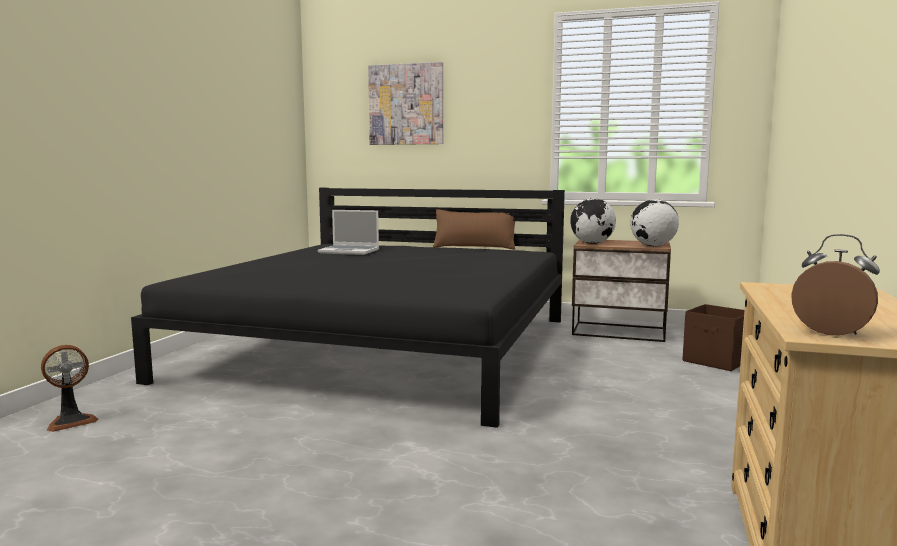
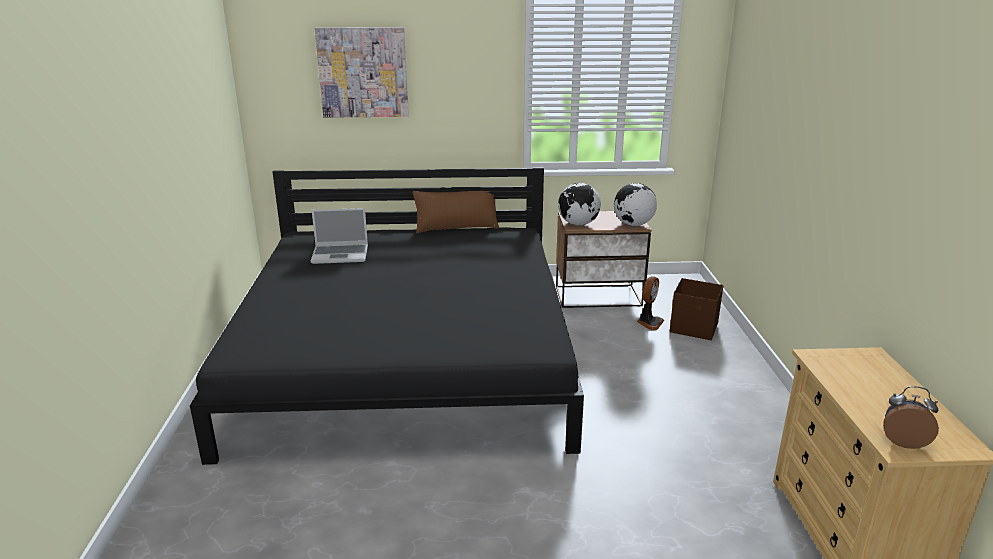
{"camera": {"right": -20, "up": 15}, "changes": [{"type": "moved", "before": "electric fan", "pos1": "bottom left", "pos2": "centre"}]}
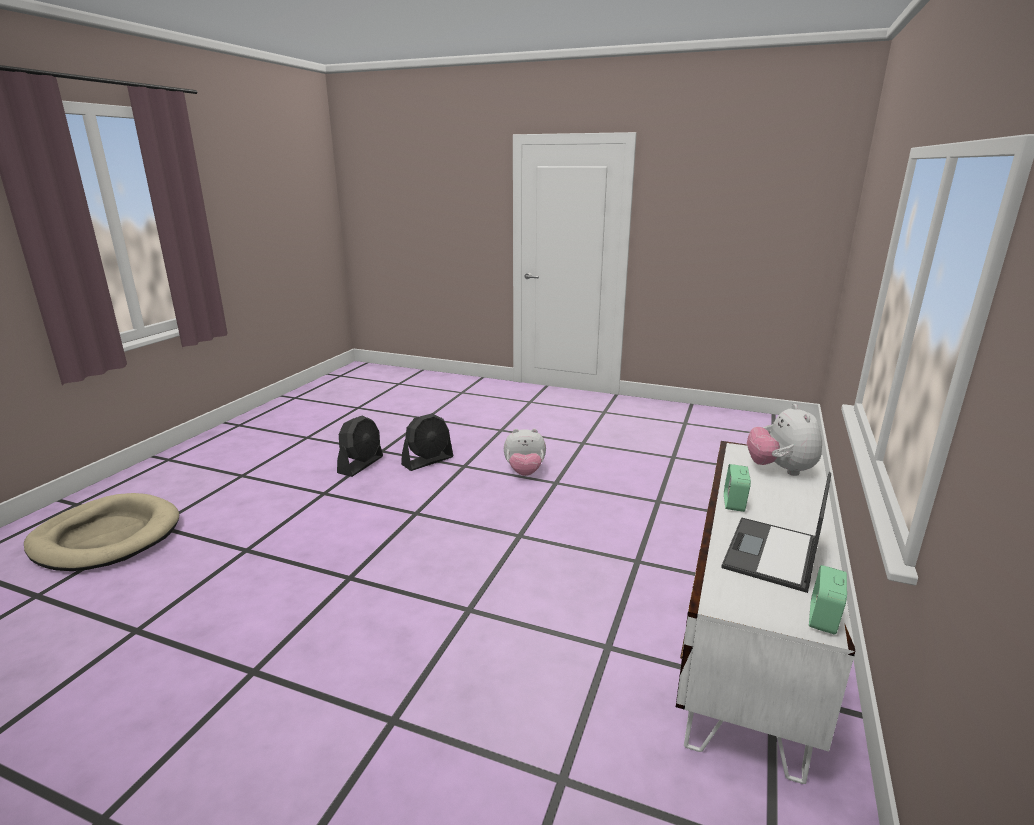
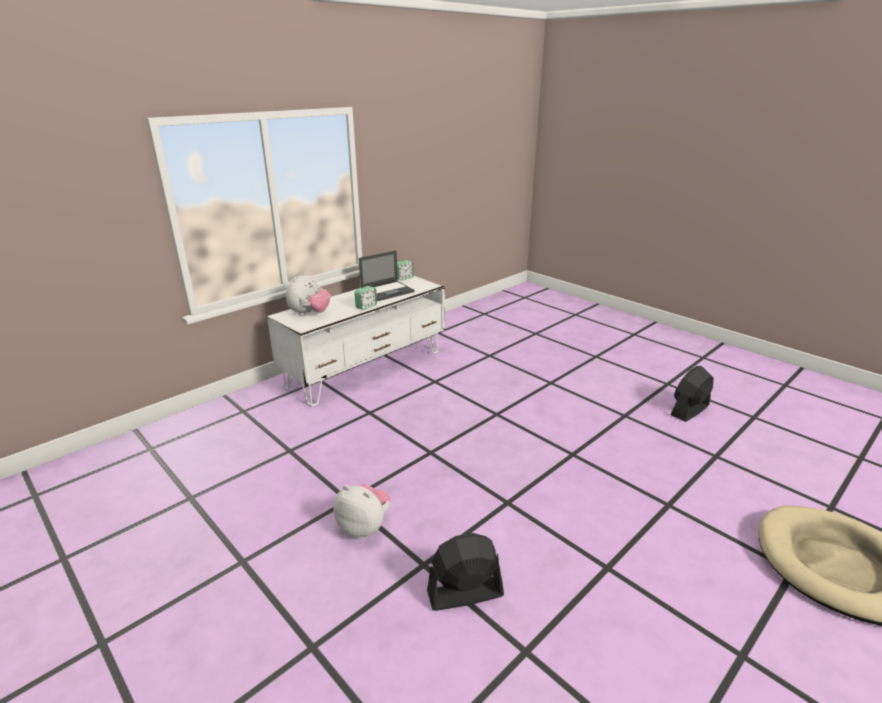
{"camera": {"right": -155, "up": 5}, "changes": [{"type": "moved", "before": "blackish electric fan (1st from left in the first image)", "after": "blackish electric fan (2nd from left)", "pos1": "centre", "pos2": "middle right"}]}
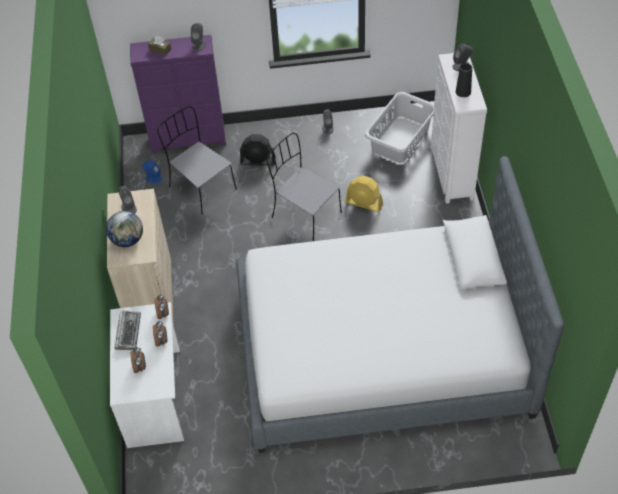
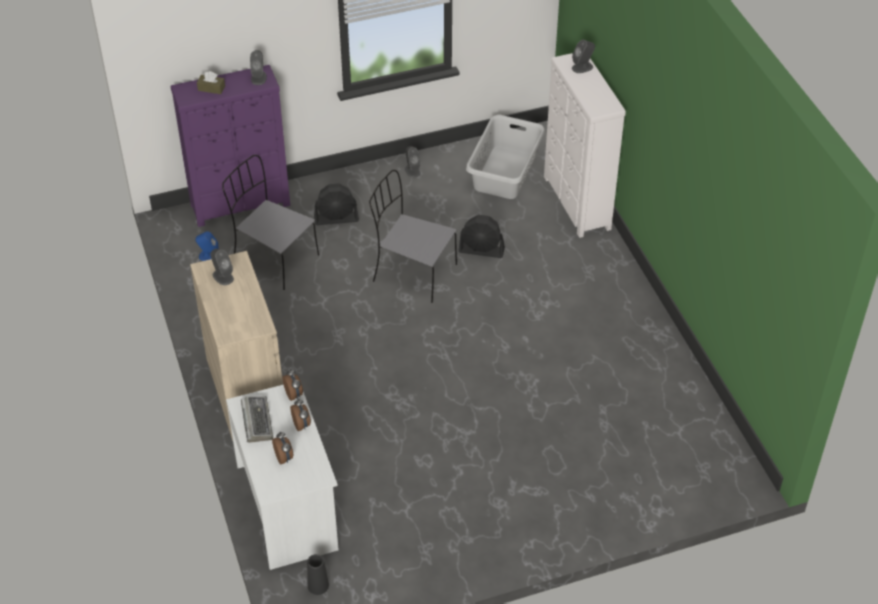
{"camera": {"right": -15, "up": -5}, "changes": [{"type": "moved", "before": "blackish flower vase", "pos1": "top right", "pos2": "bottom centre"}, {"type": "recoloured", "before": "yellow-coloured electric fan", "after": "blackish electric fan (2nd from left)", "pos1": "centre", "pos2": "centre"}, {"type": "removed", "before": "globe", "pos1": "middle left"}, {"type": "removed", "before": "sleeping bed", "pos1": "centre"}]}
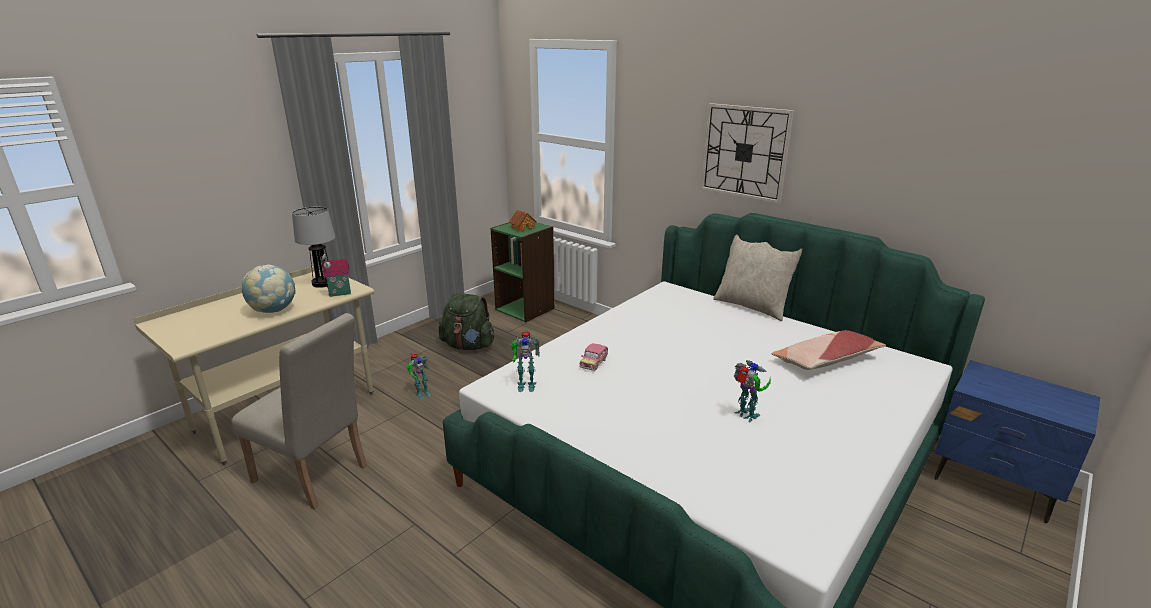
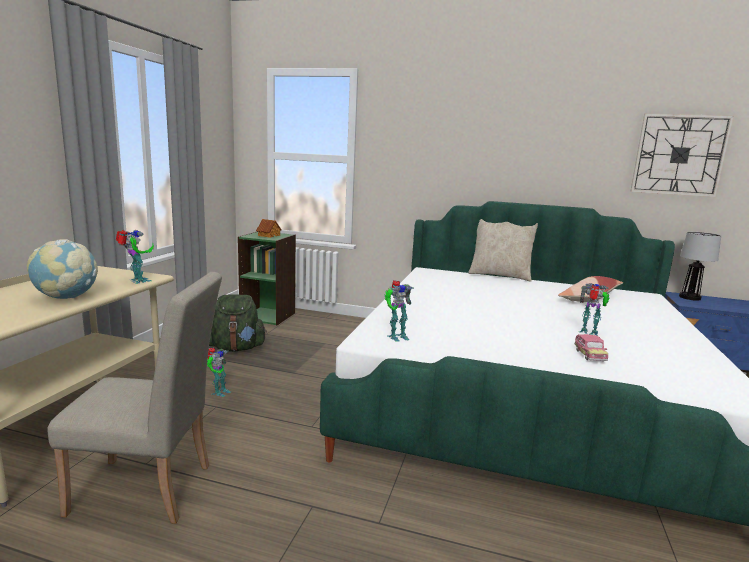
{"camera": {"right": -25, "up": -10}, "changes": [{"type": "replaced", "before": "miniature house (1st from left)", "after": "robot figure (1st from left)", "pos1": "middle left", "pos2": "middle left"}, {"type": "moved", "before": "model car", "pos1": "centre", "pos2": "middle right"}, {"type": "moved", "before": "clock on the wall", "pos1": "top centre", "pos2": "top right"}, {"type": "moved", "before": "lamp for a table", "pos1": "middle left", "pos2": "middle right"}]}
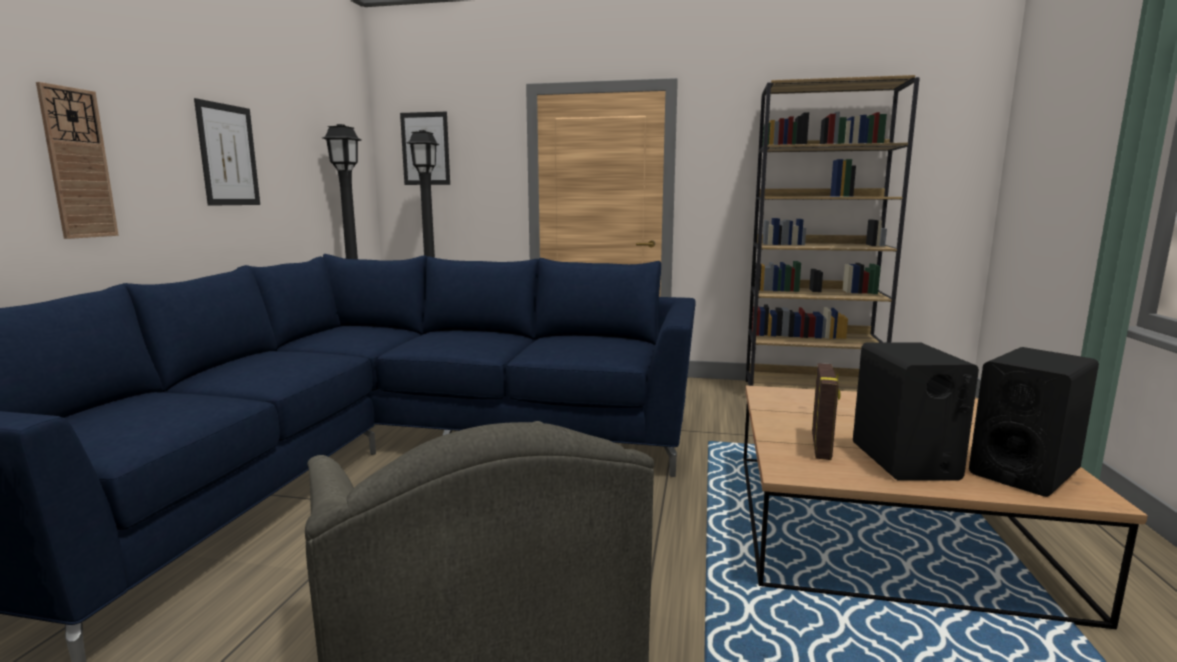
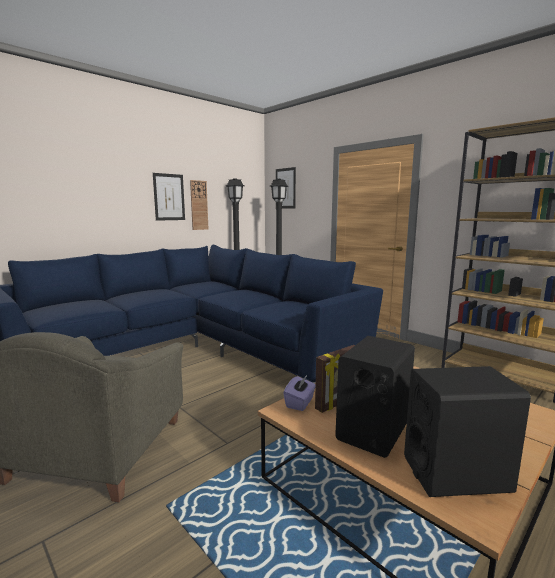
{"camera": {"right": 35, "up": 0}, "changes": [{"type": "moved", "before": "clock on the wall", "pos1": "top left", "pos2": "centre"}, {"type": "added", "after": "purplish tissue holder", "pos2": "bottom centre"}]}
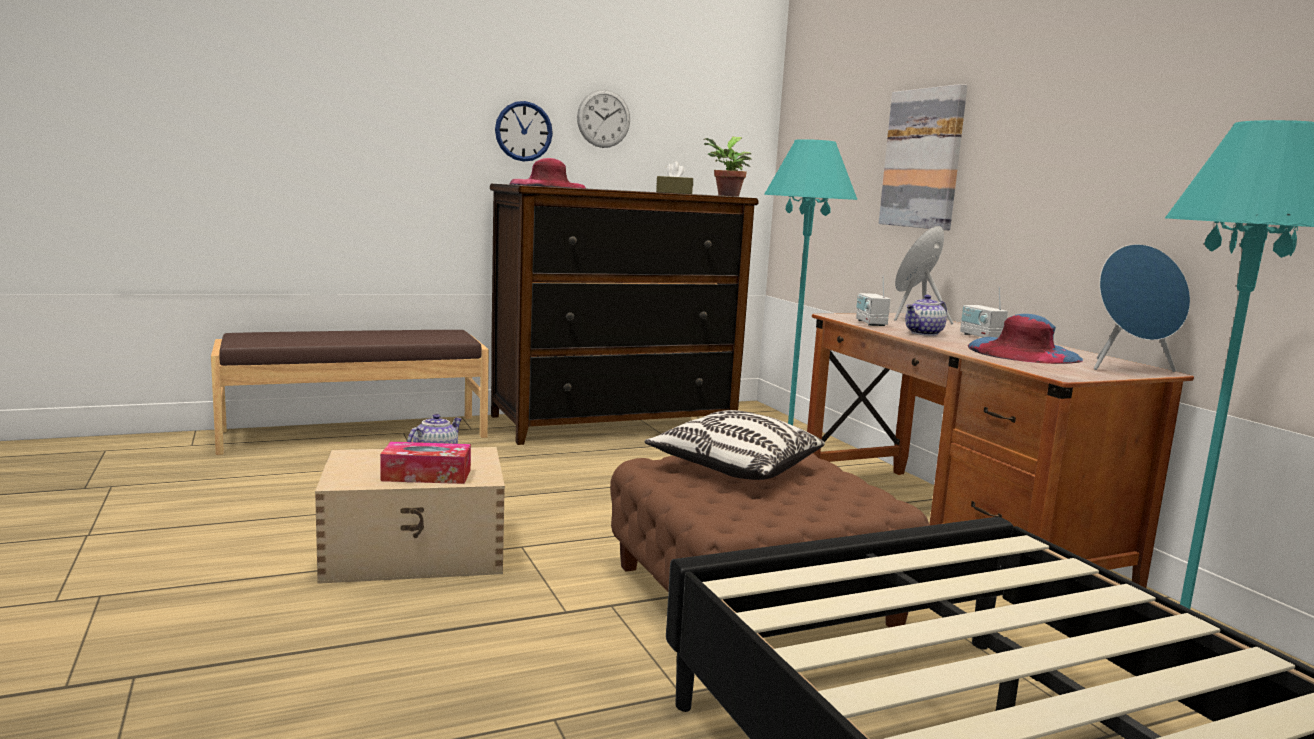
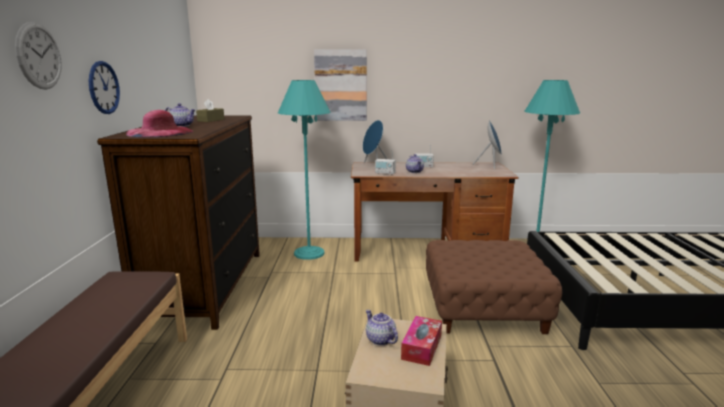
{"camera": {"right": -65, "up": 5}, "changes": [{"type": "moved", "before": "clock on the wall (2nd from left in the first image)", "after": "clock on the wall (1st from left)", "pos1": "top centre", "pos2": "top left"}, {"type": "added", "after": "teapot (1st from left)", "pos2": "top left"}, {"type": "removed", "before": "pillow", "pos1": "centre"}, {"type": "removed", "before": "potted plant", "pos1": "top centre"}, {"type": "removed", "before": "bluish clothing hat", "pos1": "middle right"}]}
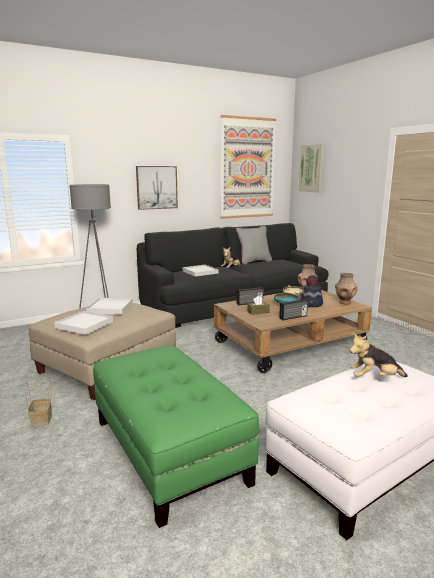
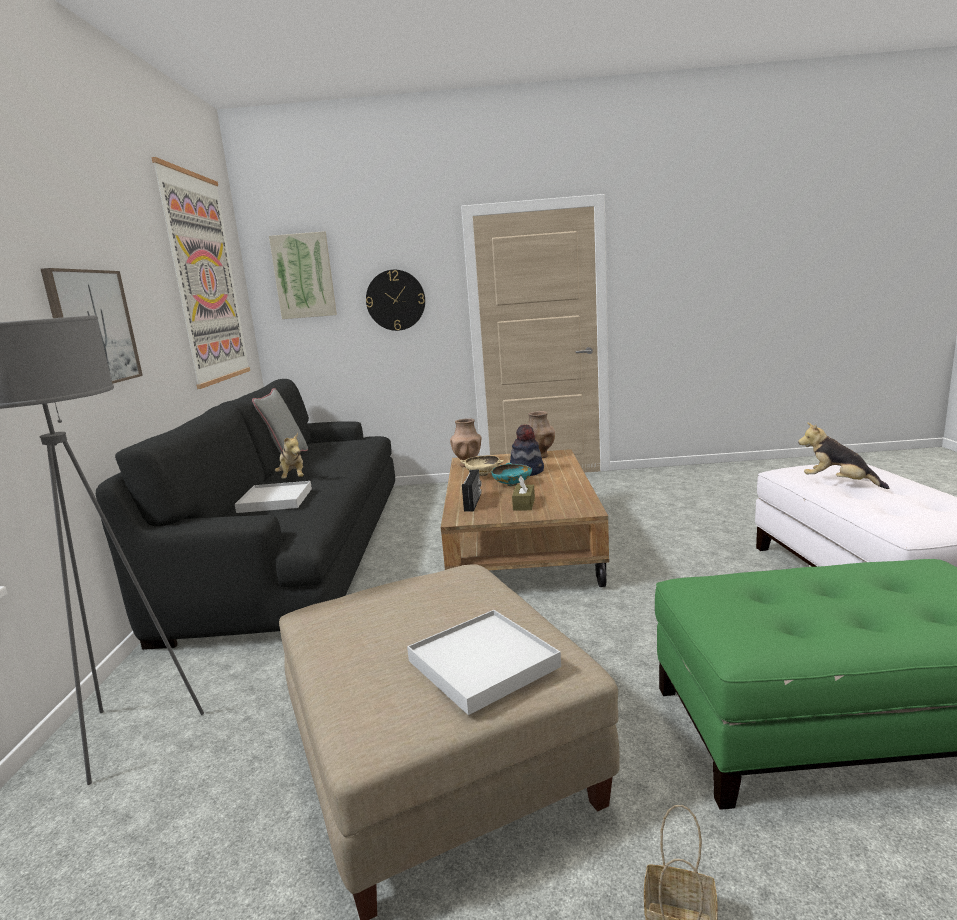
{"camera": {"right": -60, "up": 0}, "changes": [{"type": "added", "after": "clock on the wall", "pos2": "top centre"}, {"type": "turned", "before": "soft toy (2nd from left)", "pos1": "middle right", "pos2": "middle right", "turn": 105}, {"type": "removed", "before": "white-coloured serving tray (2nd from left)", "pos1": "middle left"}, {"type": "removed", "before": "radio (2nd from left)", "pos1": "middle right"}]}
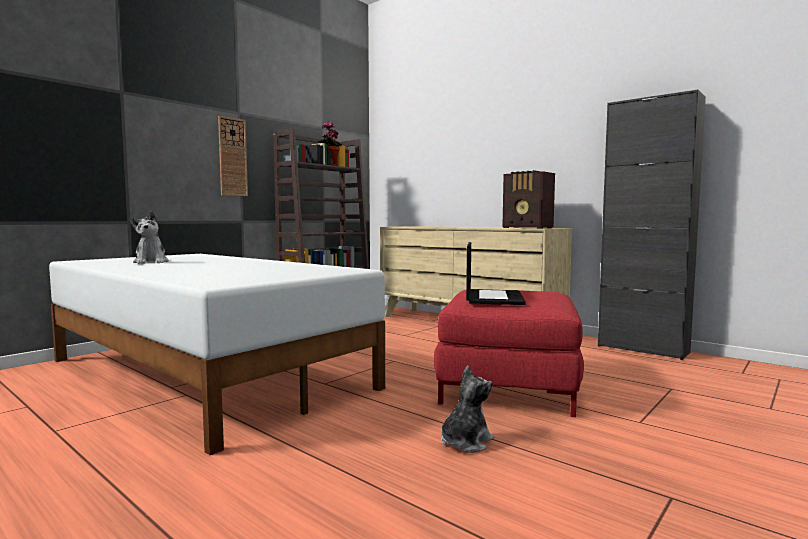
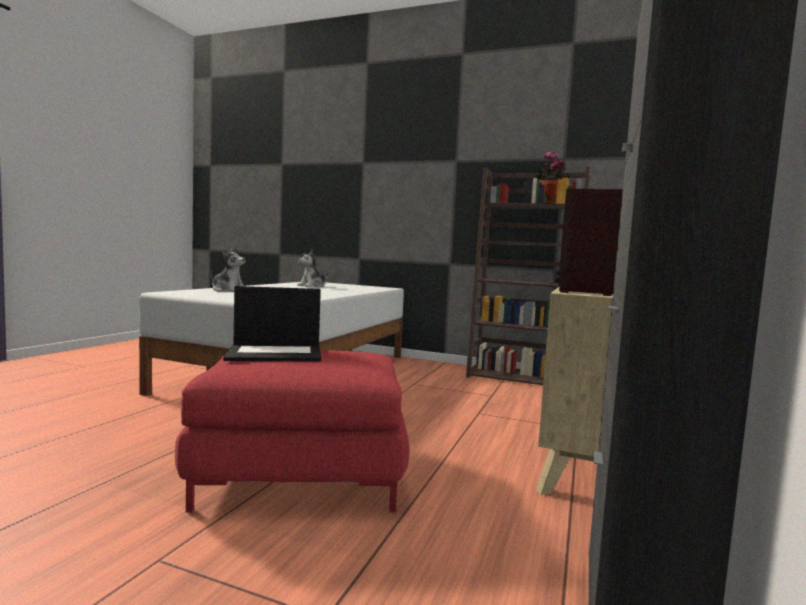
{"camera": {"right": 70, "up": 0}, "changes": [{"type": "moved", "before": "soft toy (2nd from left in the first image)", "after": "soft toy (1st from left)", "pos1": "bottom centre", "pos2": "middle left"}, {"type": "removed", "before": "clock on the wall", "pos1": "top left"}]}
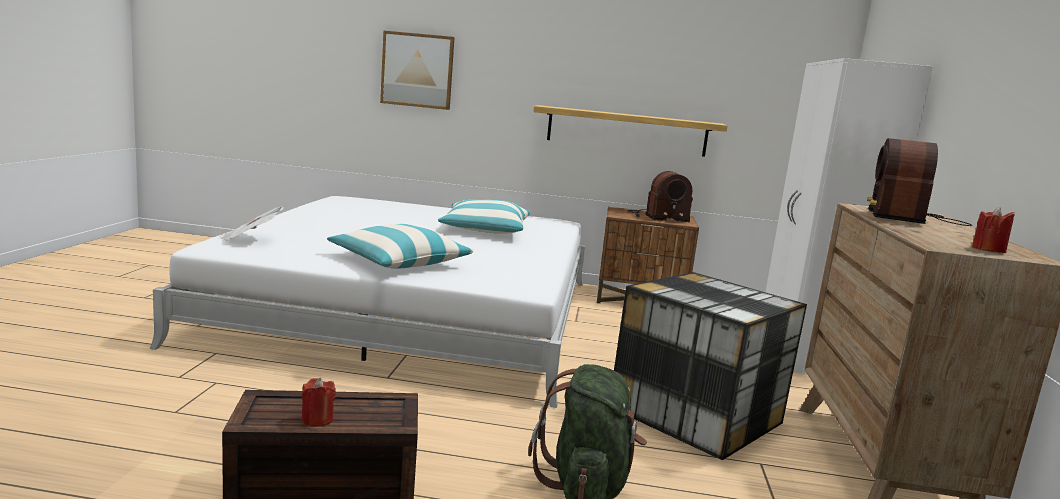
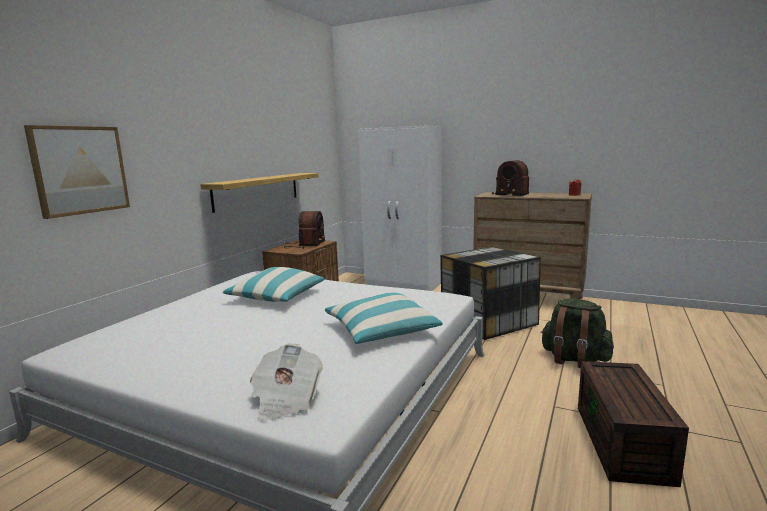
{"camera": {"right": -70, "up": 0}, "changes": [{"type": "removed", "before": "red wax candle (1st from left)", "pos1": "bottom left"}]}
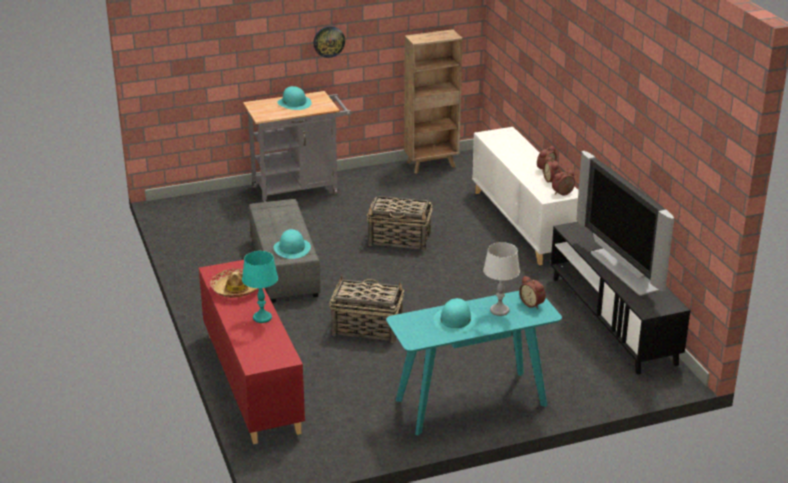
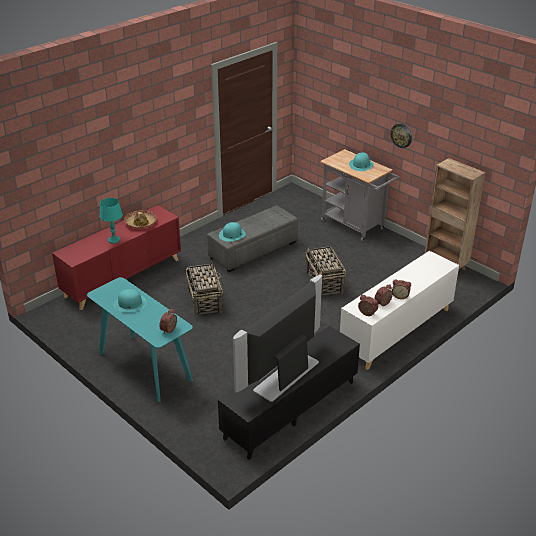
{"camera": {"right": 65, "up": 5}, "changes": [{"type": "removed", "before": "gray lamp for a table", "pos1": "centre"}]}
